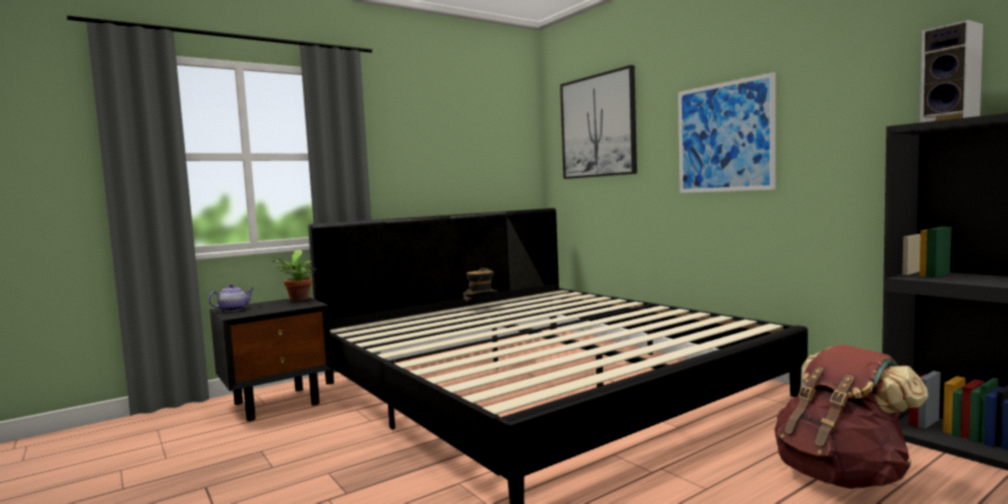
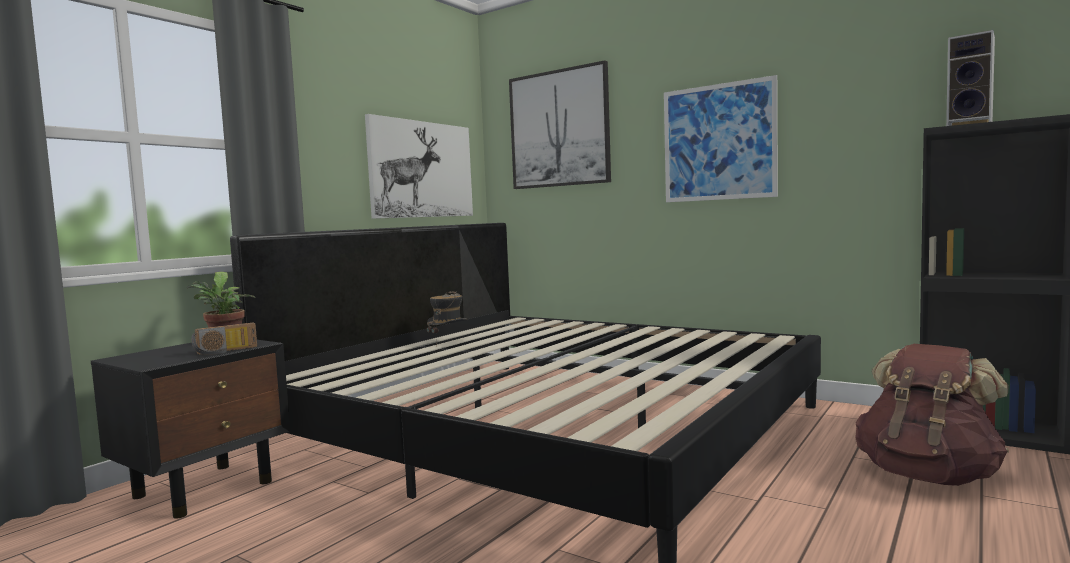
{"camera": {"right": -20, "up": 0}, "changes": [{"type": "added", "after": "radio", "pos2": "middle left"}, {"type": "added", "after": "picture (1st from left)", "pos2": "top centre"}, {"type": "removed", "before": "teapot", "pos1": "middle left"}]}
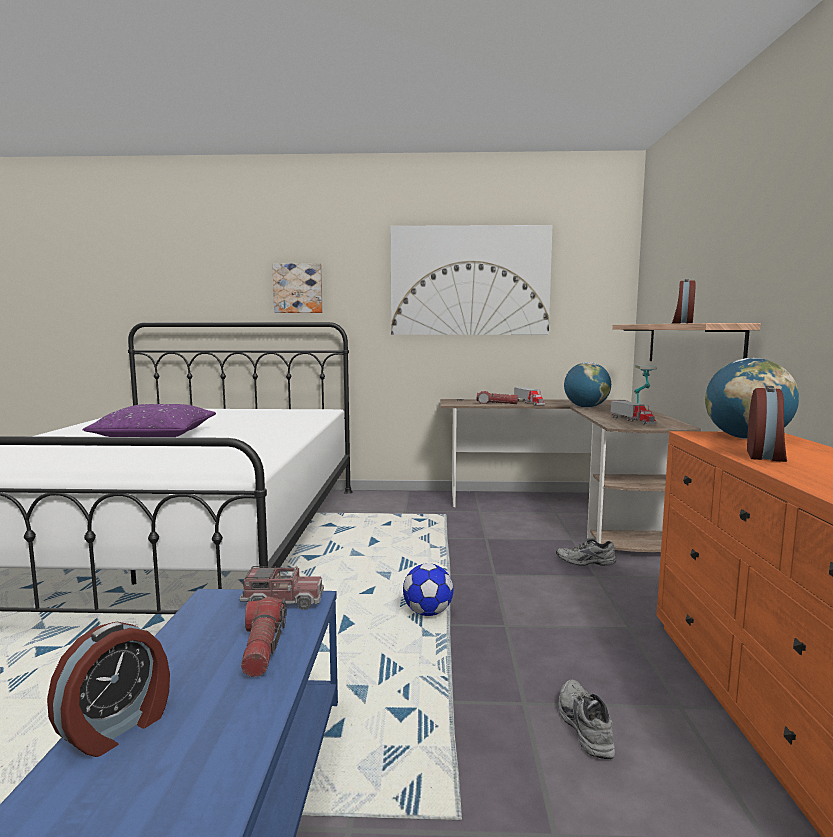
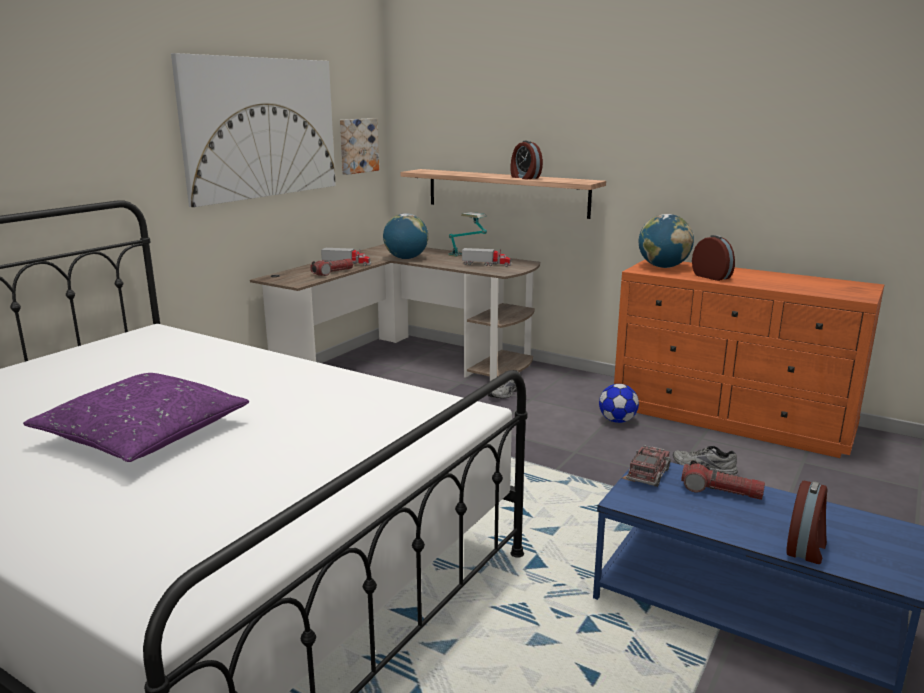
{"camera": {"right": -60, "up": 10}, "changes": [{"type": "moved", "before": "picture (1st from left in the first image)", "after": "picture (2nd from left)", "pos1": "centre", "pos2": "top centre"}, {"type": "moved", "before": "ball for football", "pos1": "bottom centre", "pos2": "middle right"}, {"type": "turned", "before": "bedside clock (1st from left in the first image)", "pos1": "bottom left", "pos2": "bottom right", "turn": 60}]}
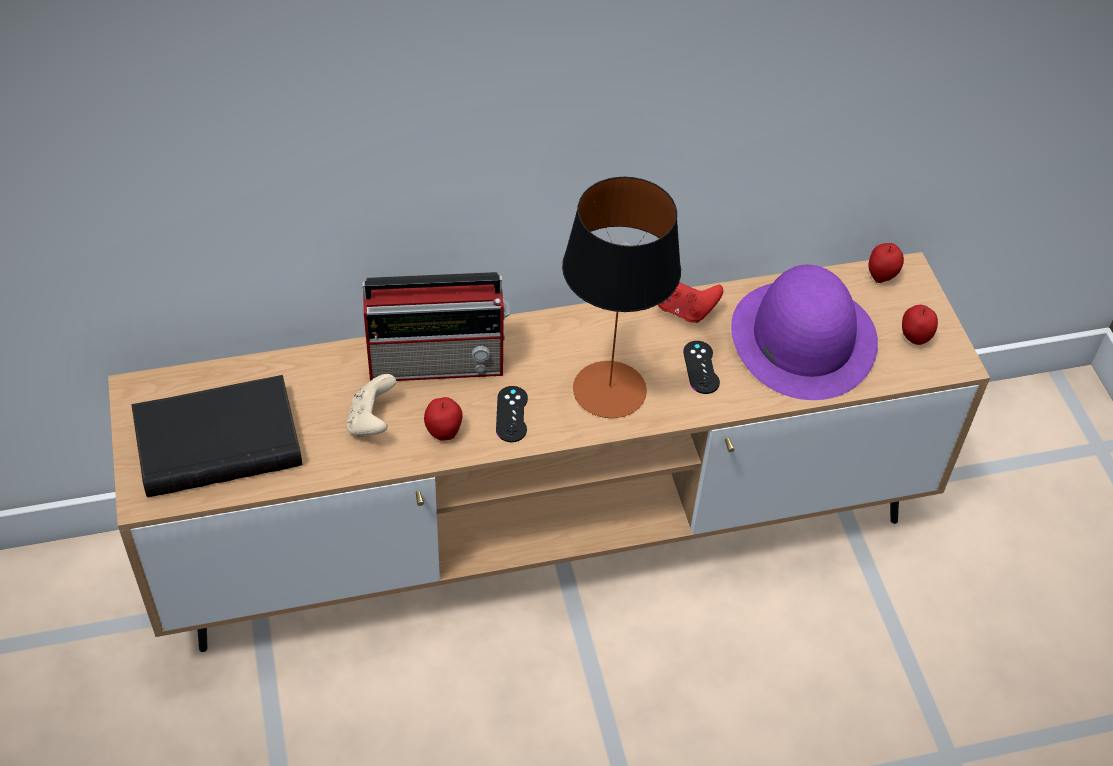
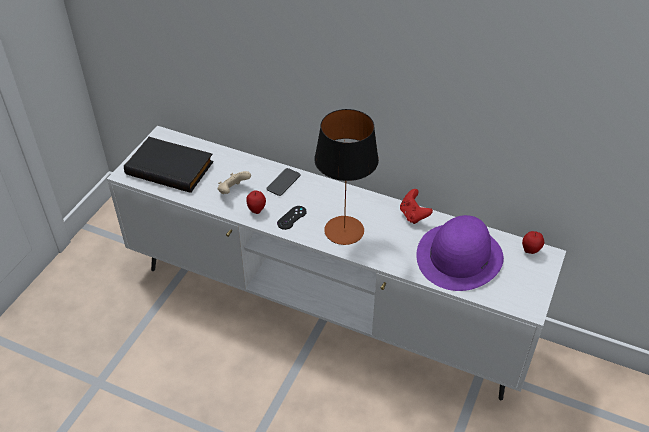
{"camera": {"right": 40, "up": -5}, "changes": [{"type": "recoloured", "before": "brown tv stand", "after": "white-coloured tv stand", "pos1": "centre", "pos2": "centre"}, {"type": "replaced", "before": "radio", "after": "phone", "pos1": "centre", "pos2": "centre"}, {"type": "removed", "before": "blackish joypad (2nd from left)", "pos1": "centre"}, {"type": "removed", "before": "apple (3rd from left)", "pos1": "middle right"}]}
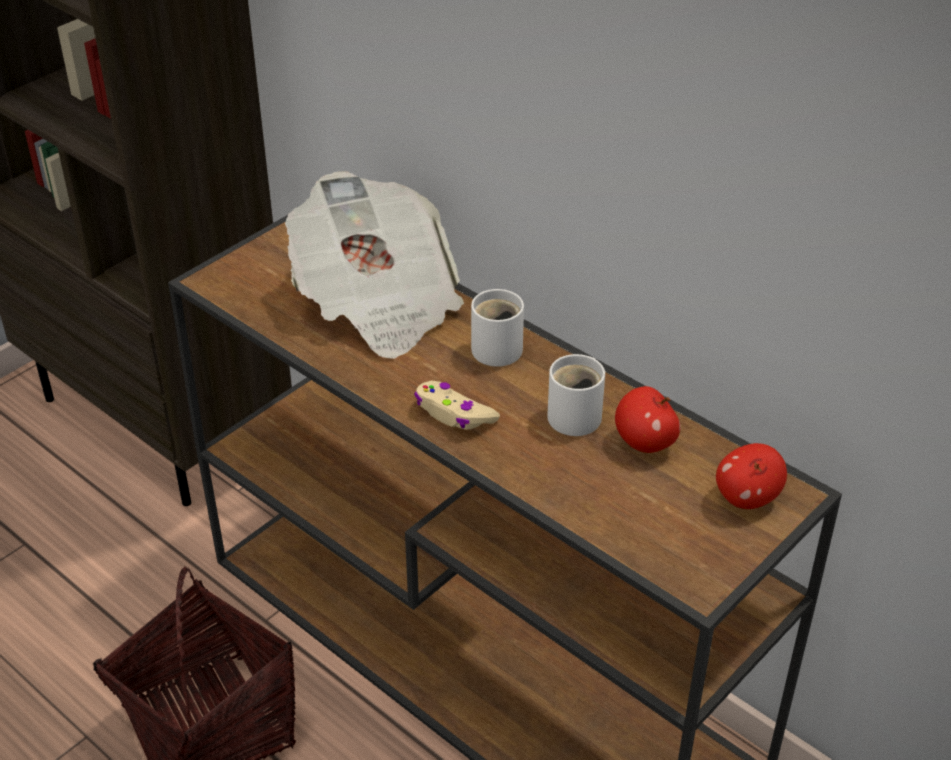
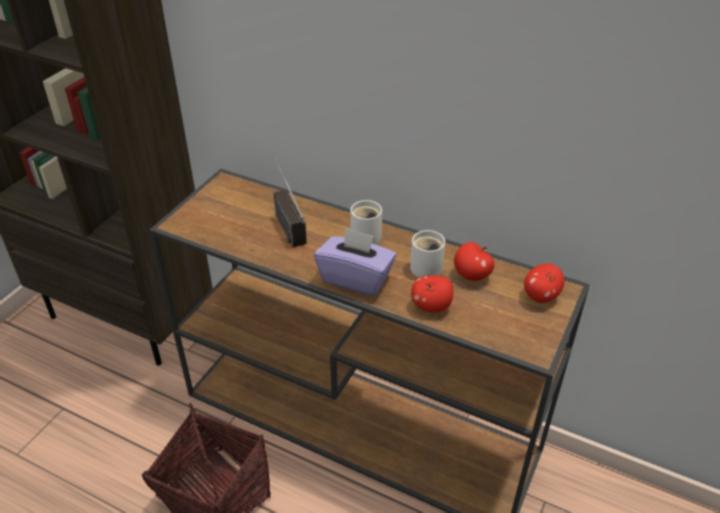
{"camera": {"right": -15, "up": 0}, "changes": [{"type": "replaced", "before": "newspaper", "after": "radio", "pos1": "centre", "pos2": "centre"}, {"type": "replaced", "before": "sand-coloured joypad", "after": "purplish tissue holder", "pos1": "centre", "pos2": "centre"}, {"type": "added", "after": "apple (1st from left)", "pos2": "centre"}]}
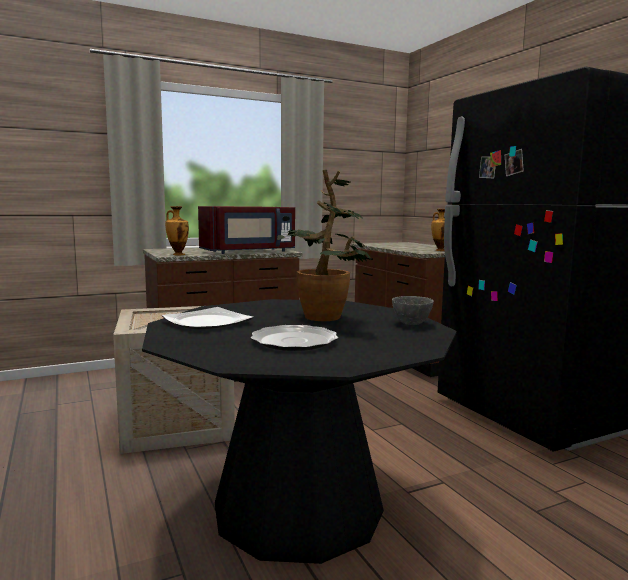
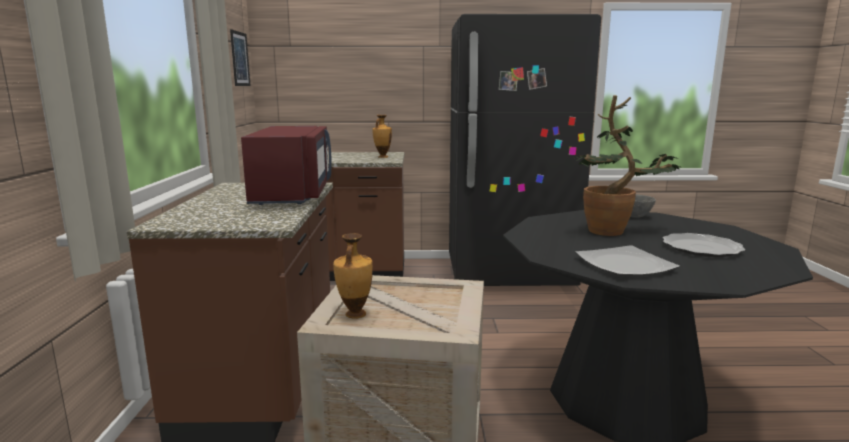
{"camera": {"right": -65, "up": 5}, "changes": [{"type": "added", "after": "picture", "pos2": "top left"}, {"type": "moved", "before": "flower vase (1st from left)", "pos1": "middle left", "pos2": "centre"}]}
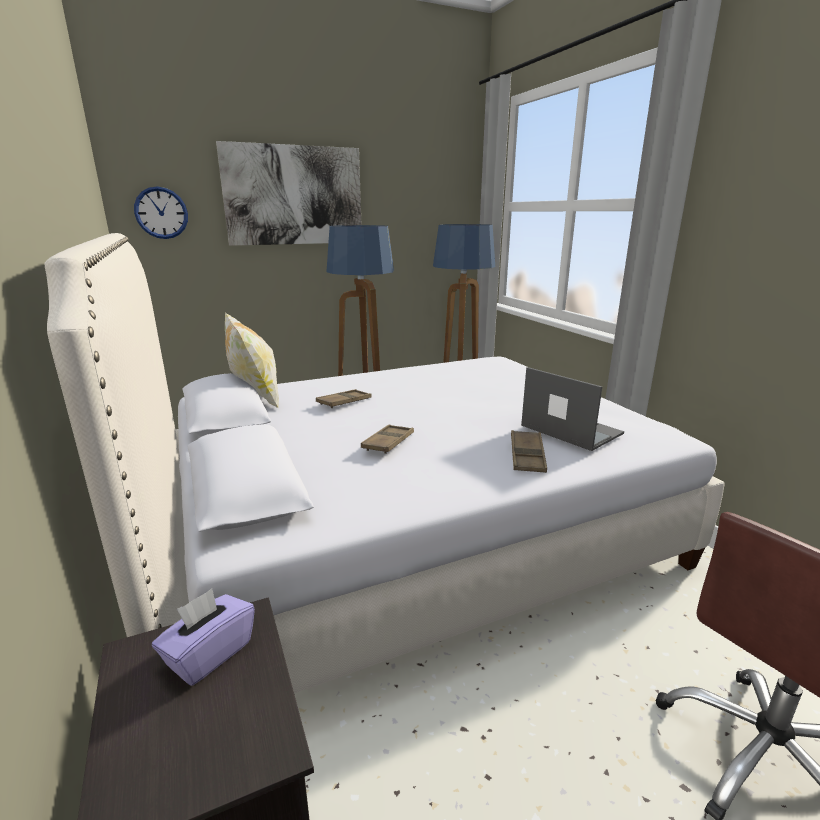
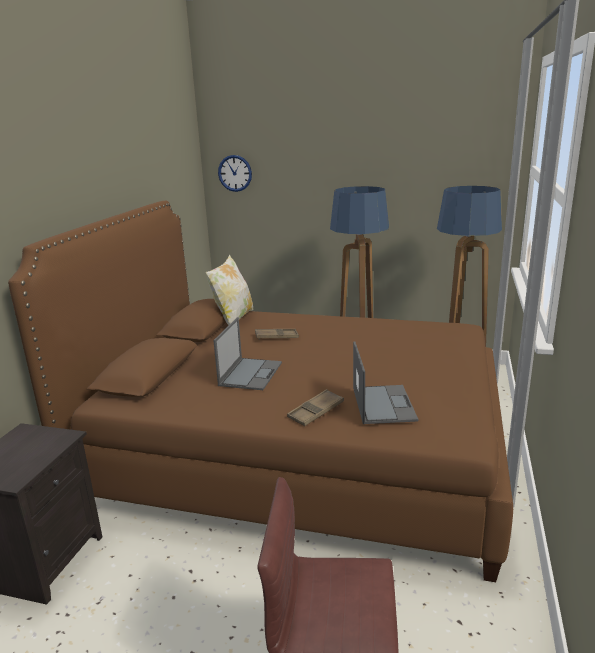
{"camera": {"right": 40, "up": 0}, "changes": [{"type": "recoloured", "before": "white-coloured sleeping bed", "after": "brown sleeping bed", "pos1": "centre", "pos2": "centre"}, {"type": "replaced", "before": "brown serving tray (2nd from left)", "after": "portable computer (1st from left)", "pos1": "centre", "pos2": "centre"}, {"type": "removed", "before": "purplish tissue holder", "pos1": "bottom left"}, {"type": "removed", "before": "picture", "pos1": "top centre"}]}
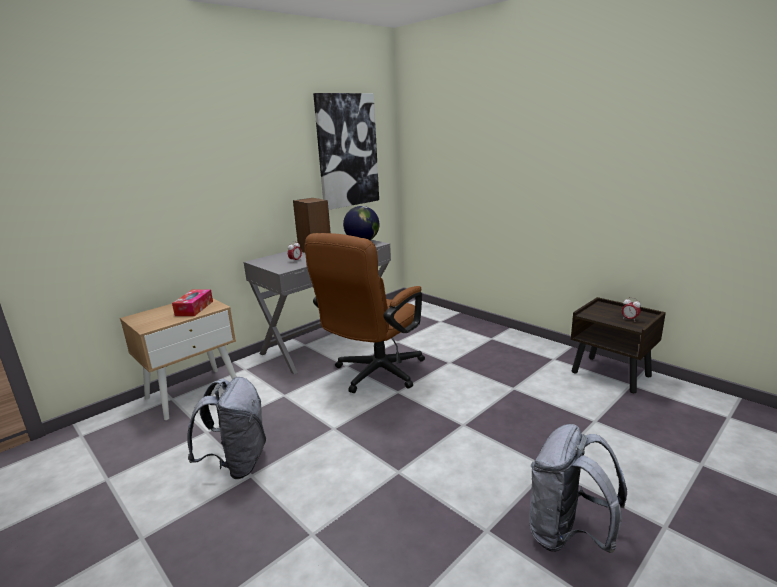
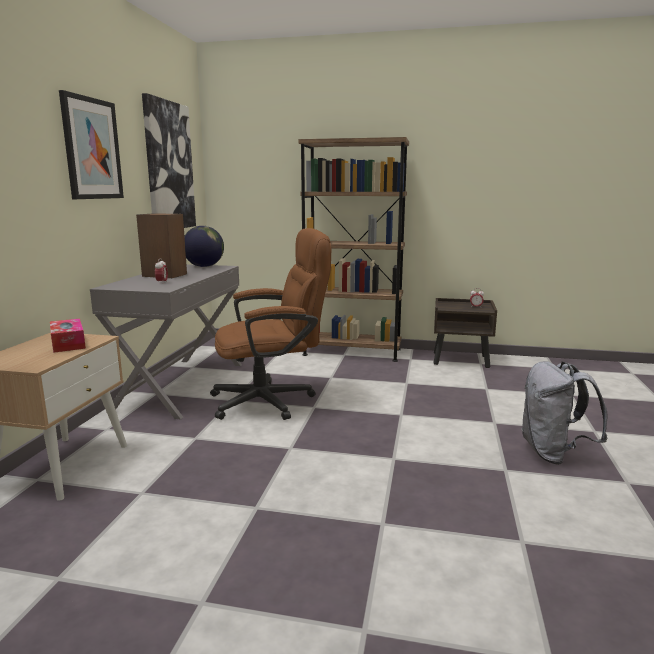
{"camera": {"right": -35, "up": -5}, "changes": [{"type": "added", "after": "picture (1st from left)", "pos2": "top left"}, {"type": "turned", "before": "brown desk chair", "pos1": "centre", "pos2": "centre", "turn": -105}, {"type": "added", "after": "brown shelving unit", "pos2": "centre"}, {"type": "removed", "before": "gray backpack (1st from left)", "pos1": "bottom left"}]}
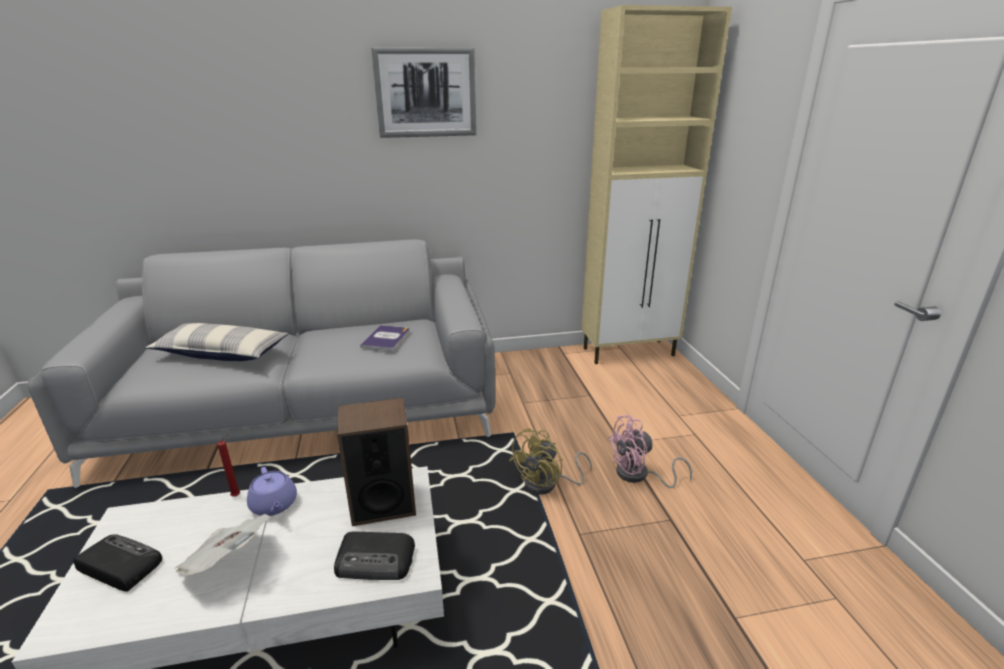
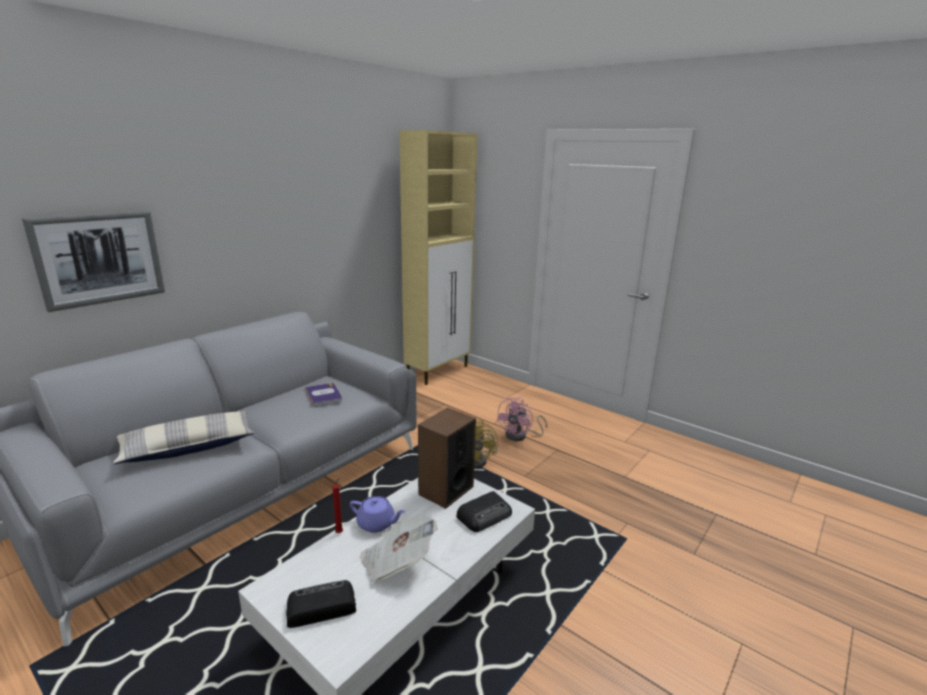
{"camera": {"right": -40, "up": -5}, "changes": [{"type": "moved", "before": "picture", "pos1": "top centre", "pos2": "middle left"}]}
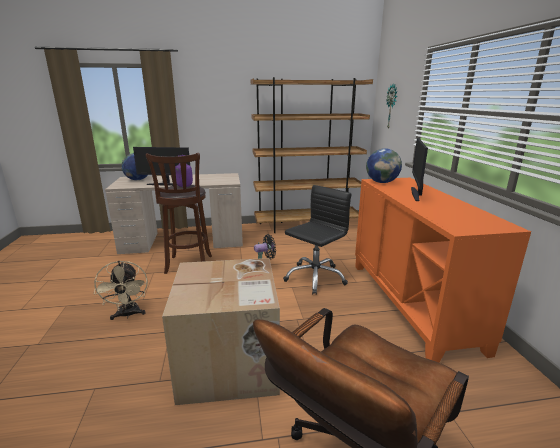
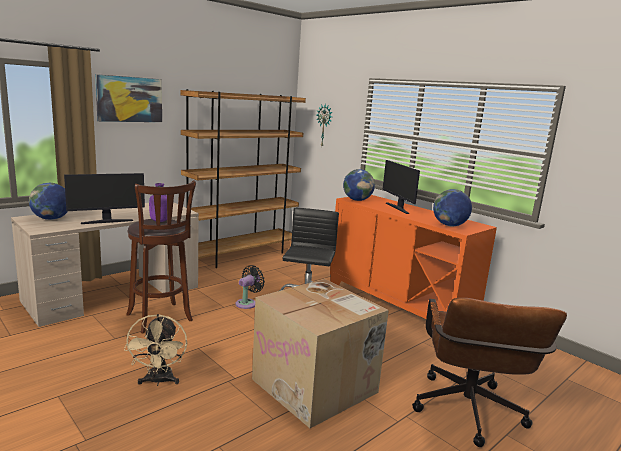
{"camera": {"right": -35, "up": -5}, "changes": [{"type": "added", "after": "picture", "pos2": "top left"}, {"type": "turned", "before": "sand-coloured electric fan", "pos1": "middle left", "pos2": "bottom left", "turn": 45}, {"type": "added", "after": "globe (3rd from left)", "pos2": "middle right"}]}
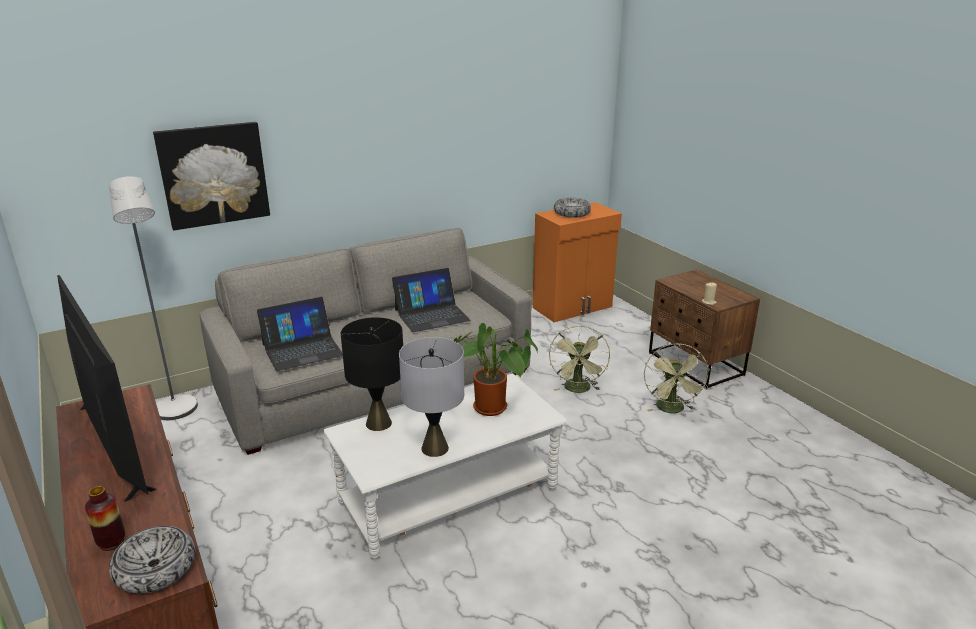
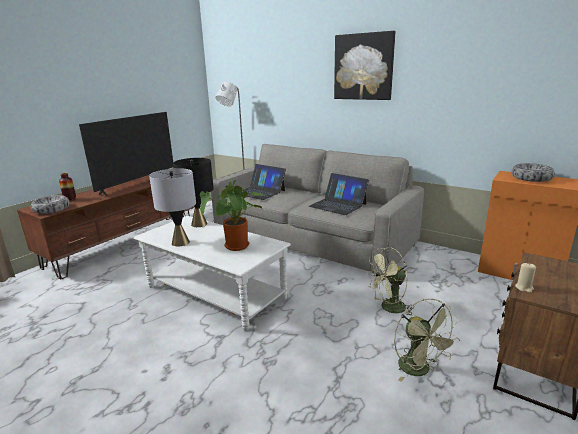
{"camera": {"right": 65, "up": -5}, "changes": [{"type": "moved", "before": "picture", "pos1": "top left", "pos2": "top centre"}, {"type": "turned", "before": "green electric fan (2nd from left)", "pos1": "middle right", "pos2": "bottom right", "turn": -90}]}
